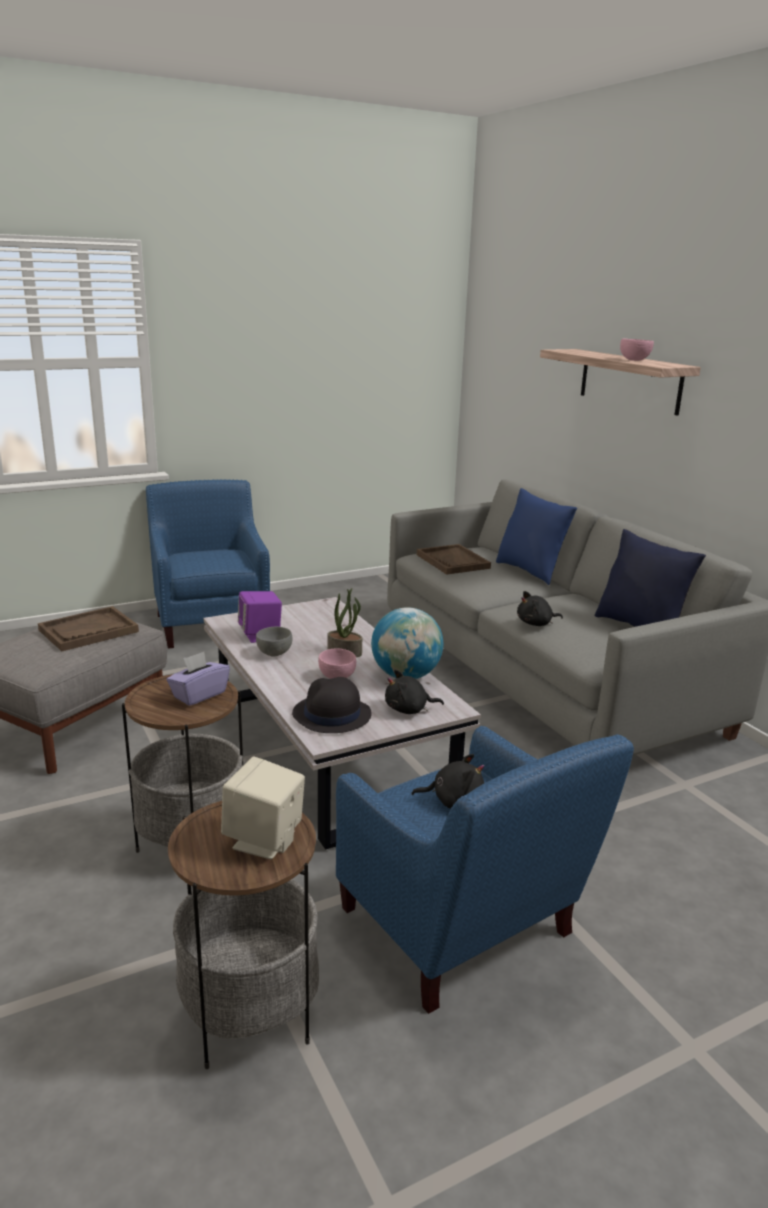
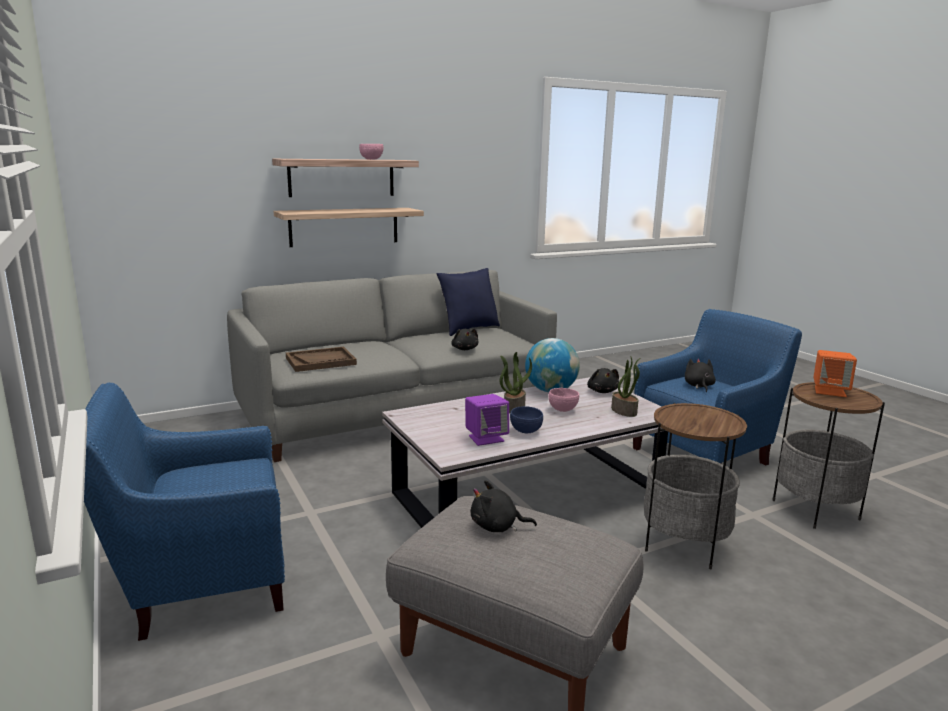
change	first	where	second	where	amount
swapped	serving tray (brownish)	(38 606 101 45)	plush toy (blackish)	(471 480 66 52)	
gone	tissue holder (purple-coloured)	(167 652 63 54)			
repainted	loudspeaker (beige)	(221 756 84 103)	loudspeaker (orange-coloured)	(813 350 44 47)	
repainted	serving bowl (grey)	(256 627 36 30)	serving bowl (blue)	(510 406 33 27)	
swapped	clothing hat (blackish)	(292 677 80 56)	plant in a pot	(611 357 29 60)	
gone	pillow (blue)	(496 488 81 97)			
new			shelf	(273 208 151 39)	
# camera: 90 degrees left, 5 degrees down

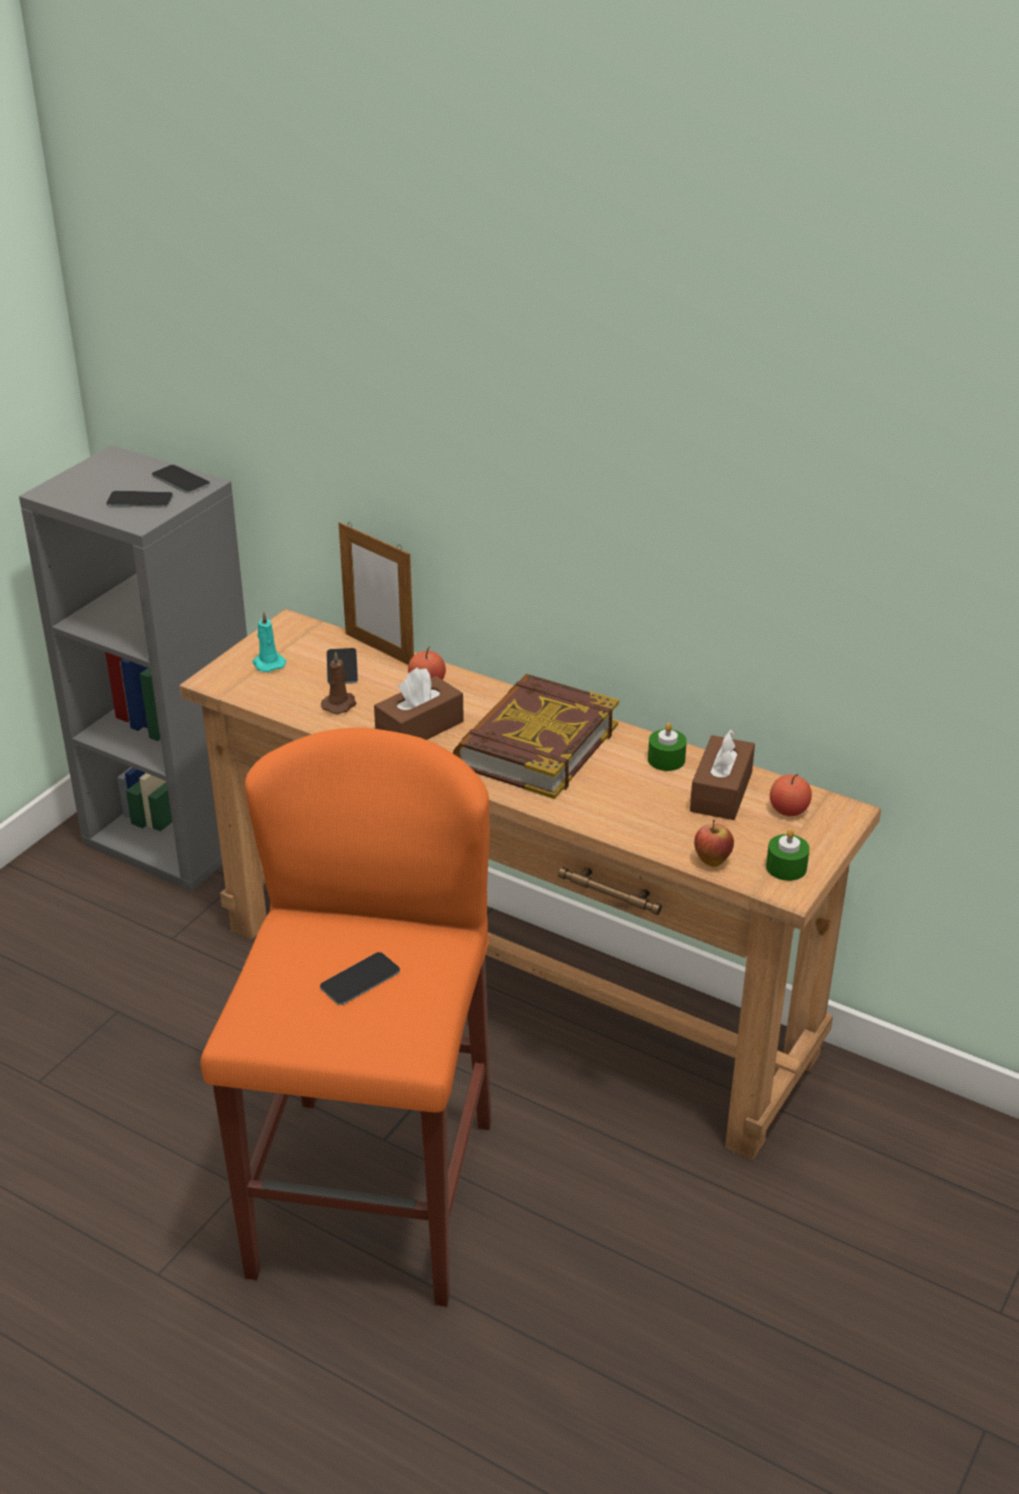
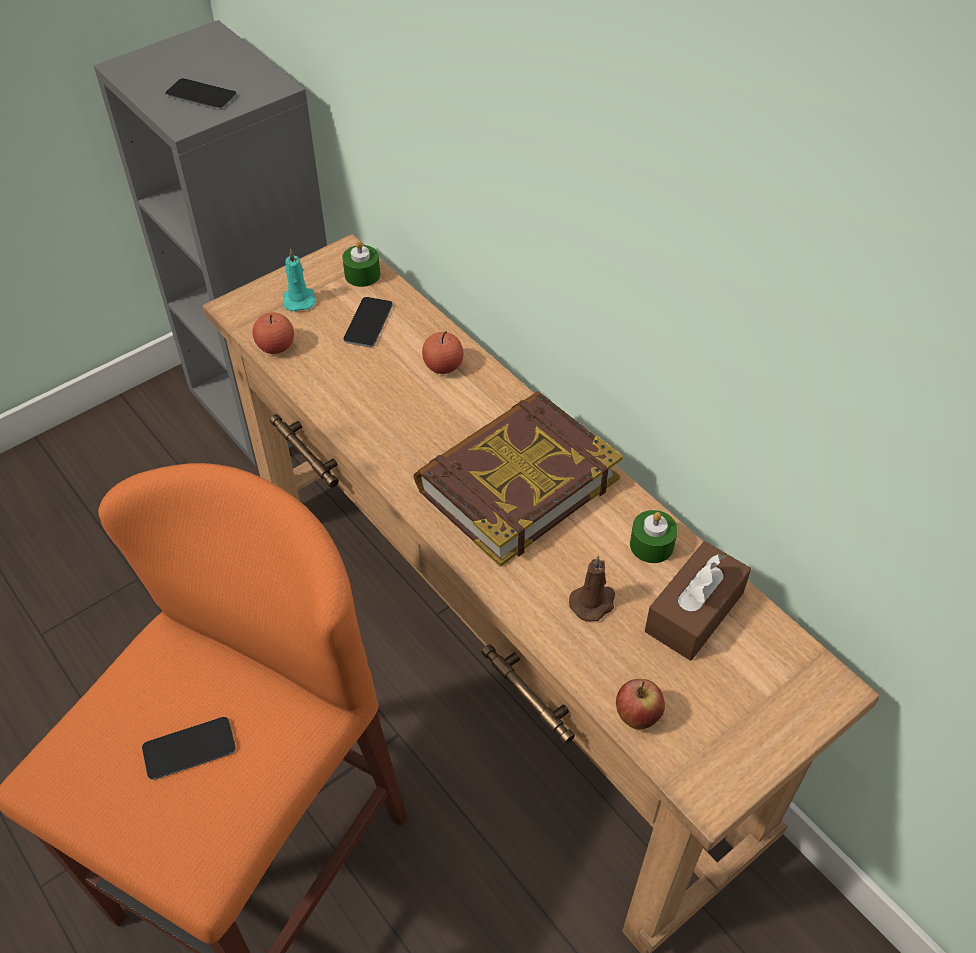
change	first	where	second	where	amount
gone	telephone	(152 465 58 29)			
shifted	candle (brownish)	(321 651 35 63)		(569 555 46 66)	
gone	standing frame	(339 522 75 143)			
gone	tissue holder (brownish)	(374 667 90 73)			
shifted	candle (greenish)	(766 829 44 52)		(342 240 38 47)	
shifted	whole apple	(770 774 42 42)		(252 312 42 42)	
# camera: 20 degrees right, 15 degrees up

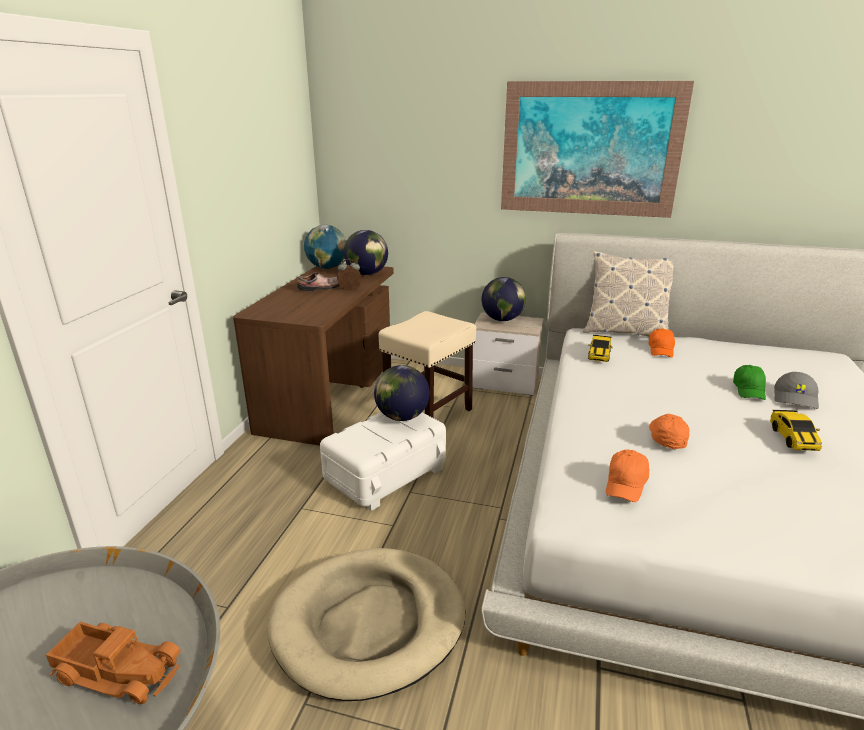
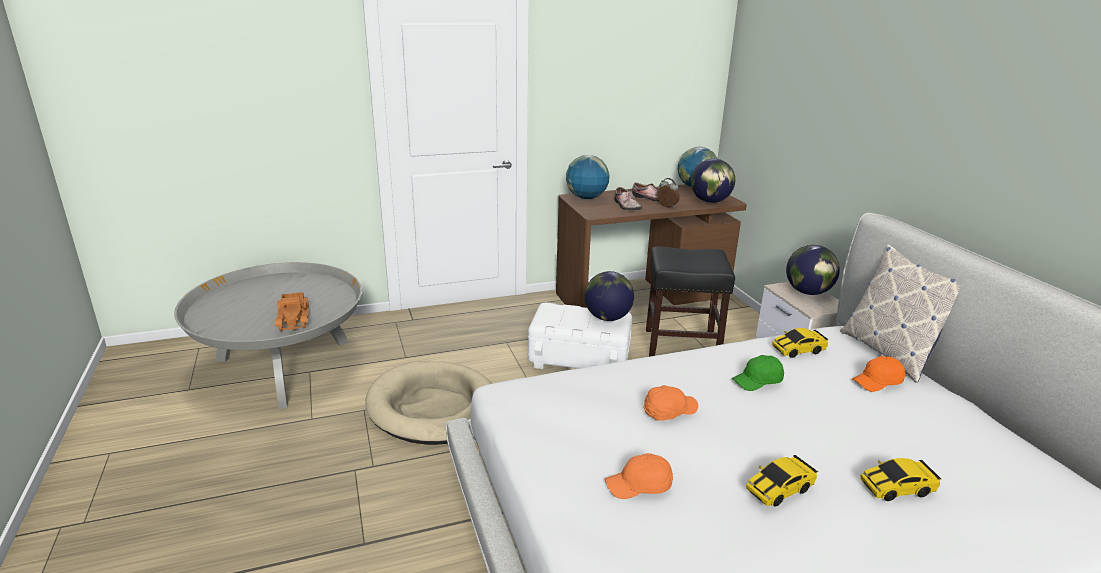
change	first	where	second	where	amount
repainted	stool seat (beige)	(378 311 98 107)	stool seat (blackish)	(646 246 89 111)	
gone	picture	(501 81 193 137)			
shifted	peaked cap (orange-coloured)	(606 450 43 52)		(605 453 68 46)	
shifted	peaked cap (greenish)	(733 365 33 35)		(732 355 52 36)	
swapped	peaked cap (grey)	(774 372 45 37)	miniature car	(861 458 80 43)	
new			desk globe	(566 155 44 44)	
new			low shoe	(614 187 28 23)	
# camera: 55 degrees right, 0 degrees up

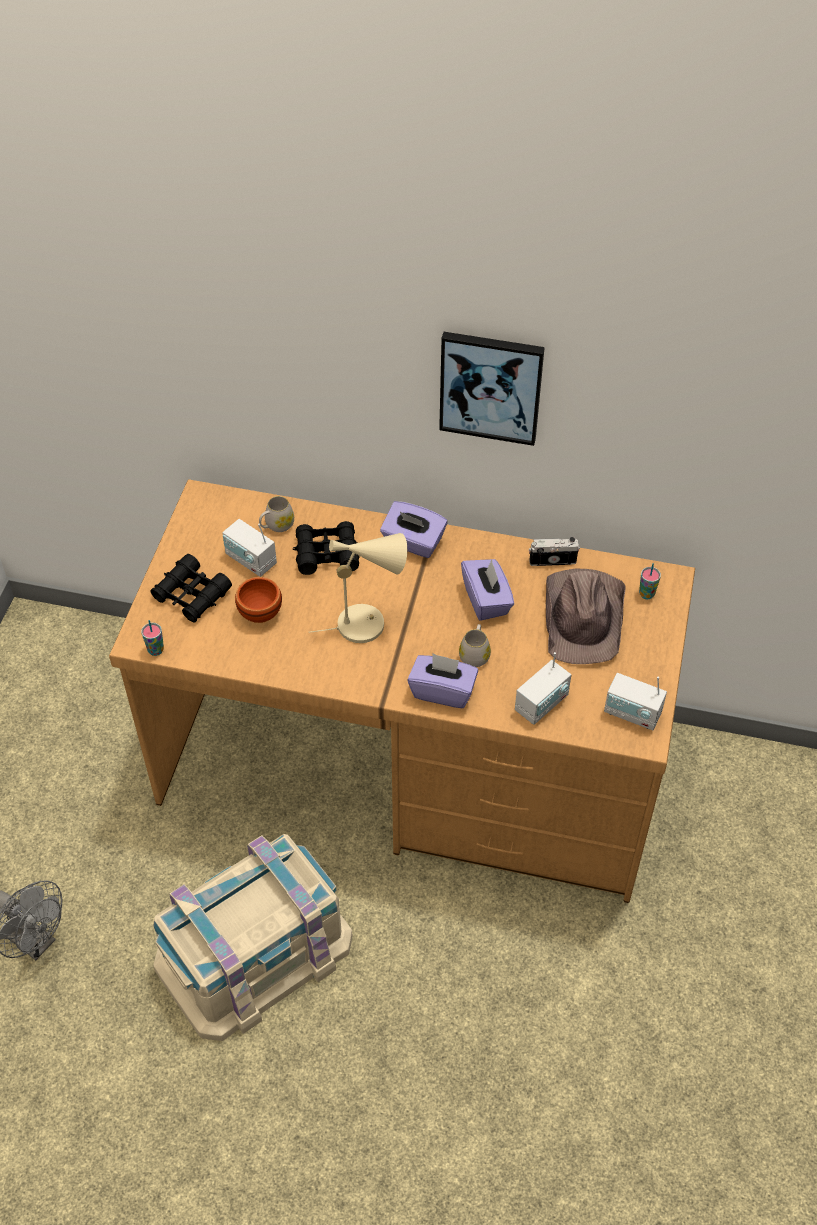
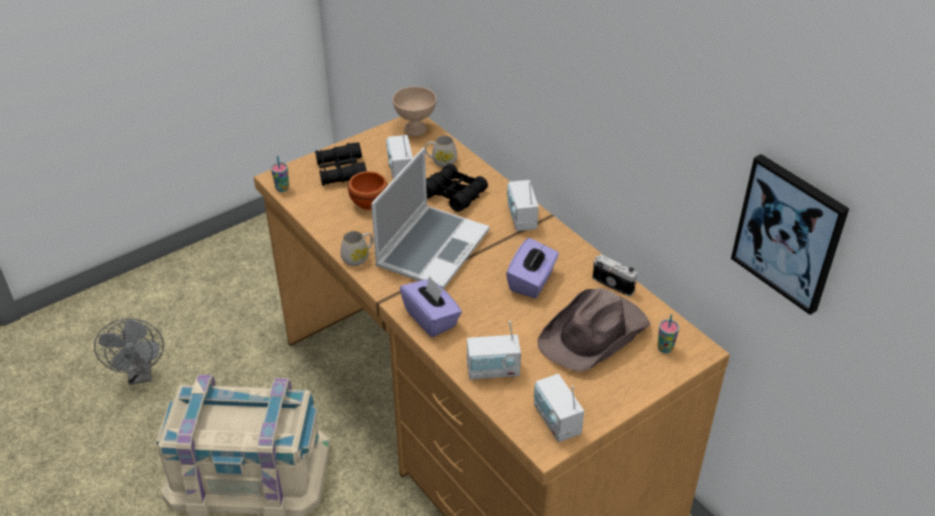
change	first	where	second	where	amount
swapped	tabletop lamp (beige)	(309 533 98 110)	notebook computer	(371 147 119 142)	
swapped	tissue holder (purple-coloured)	(380 501 67 57)	radio receiver	(507 180 32 51)	
shifted	picture	(439 332 106 114)		(731 154 118 161)	
shifted	tea mug (whitish)	(459 624 32 43)		(340 231 33 35)	
new			serving bowl (beige)	(393 87 43 49)	
# camera: 40 degrees right, 10 degrees down

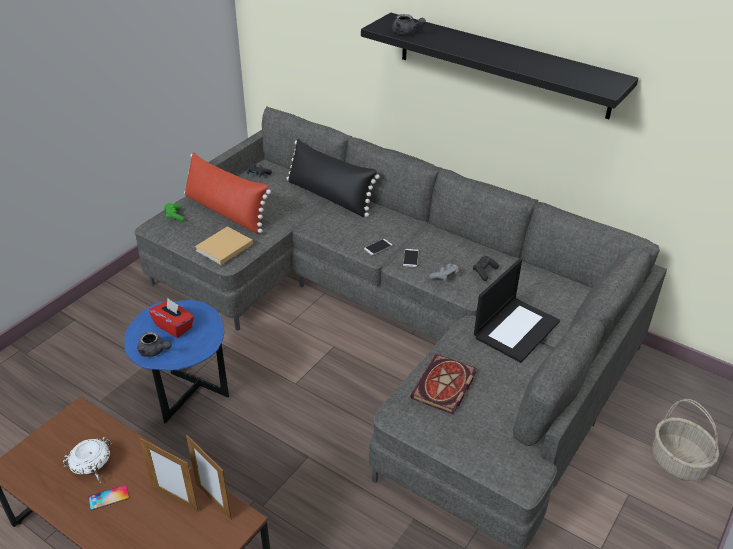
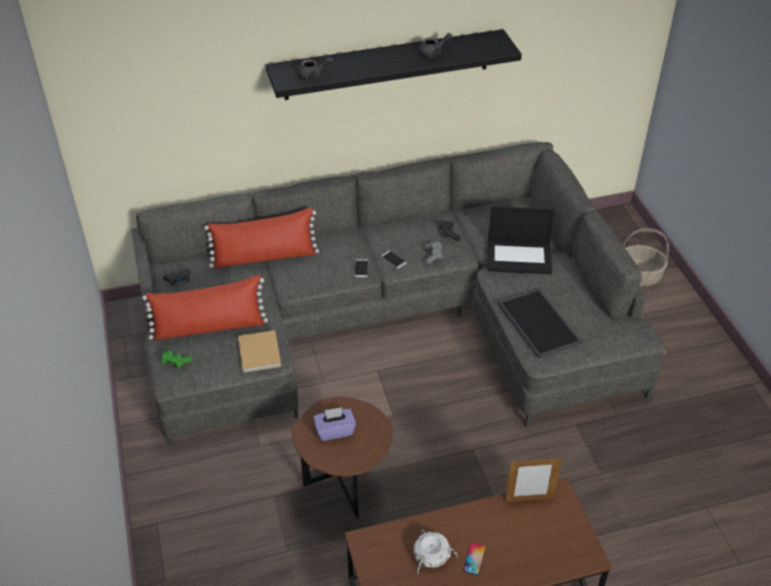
change	first	where	second	where	amount
repainted	accent table (blue)	(124 300 105 124)	accent table (brownish)	(292 397 101 121)	
shifted	pot for tea (grey)	(137 332 35 25)		(419 33 33 25)	
gone	standing frame	(139 438 59 74)			
repainted	tissue holder (red)	(149 298 45 40)	tissue holder (purple-coloured)	(313 407 43 34)	
repainted	pillow (blackish)	(286 139 94 79)	pillow (red)	(204 208 115 61)	
swapped	volume	(410 354 66 60)	serving tray	(498 288 84 70)	
rotated	notebook computer	(474 259 86 104)		(487 206 68 68)	105 degrees clockwise
# camera: 50 degrees left, 5 degrees up

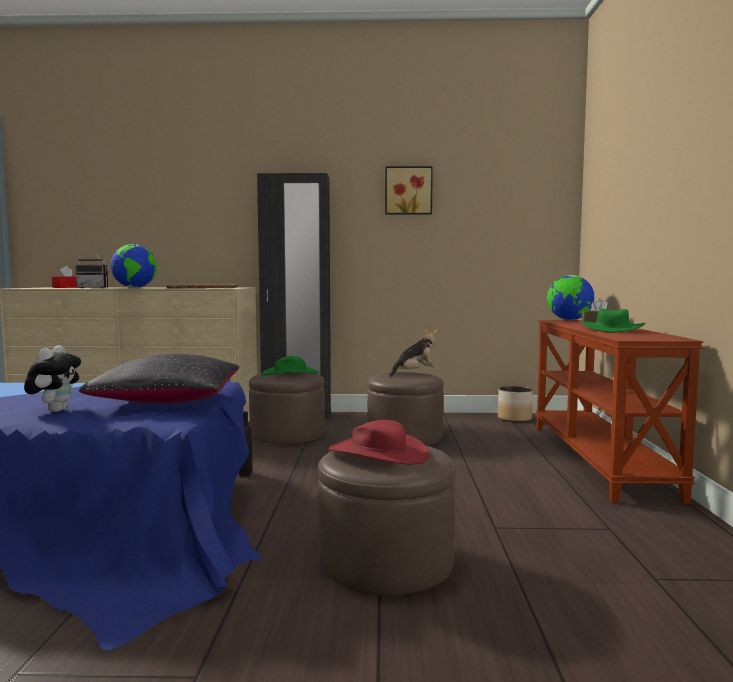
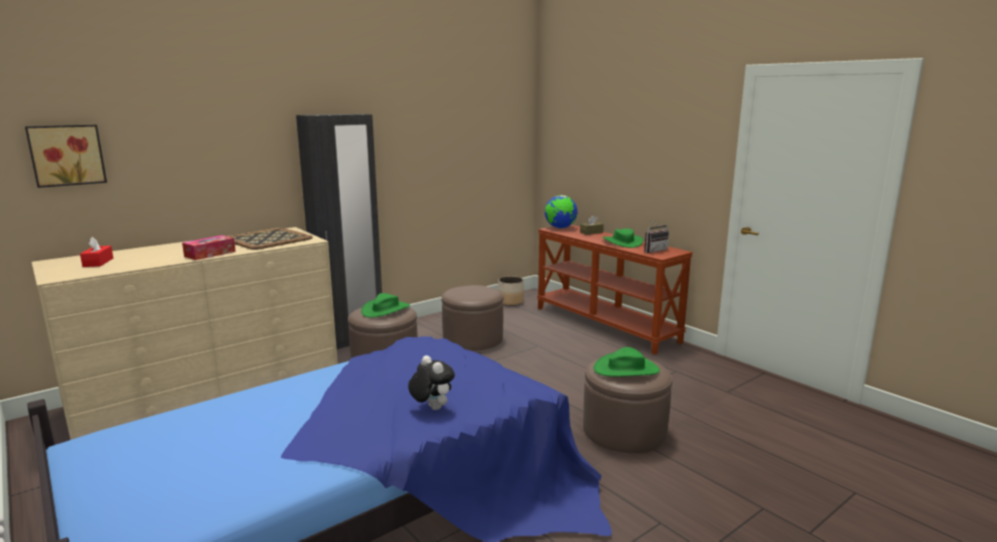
change	first	where	second	where	amount
shifted	radio receiver	(75 253 33 35)		(644 218 25 35)	
gone	pillow (blackish)	(79 354 160 50)			
swapped	desk globe	(111 244 46 44)	tissue holder	(182 235 54 25)	
repainted	clothing hat (red)	(329 420 101 44)	clothing hat (greenish)	(594 347 66 30)	
shifted	picture	(385 166 48 49)		(25 125 82 63)	
gone	plush toy	(389 328 48 49)			
# camera: 40 degrees left, 10 degrees up

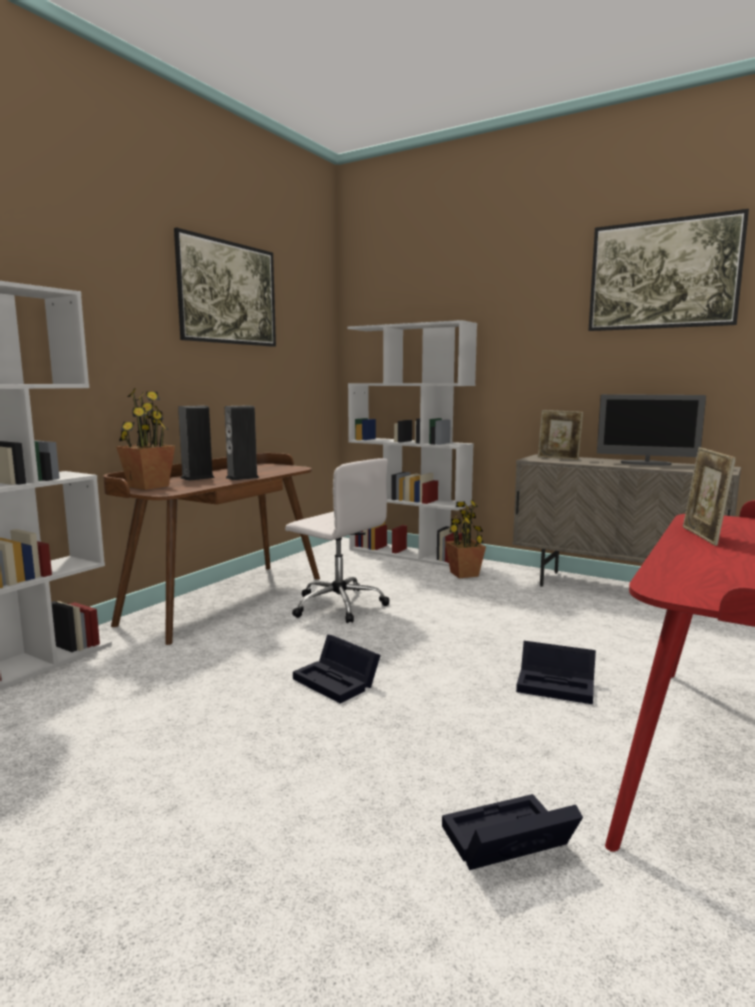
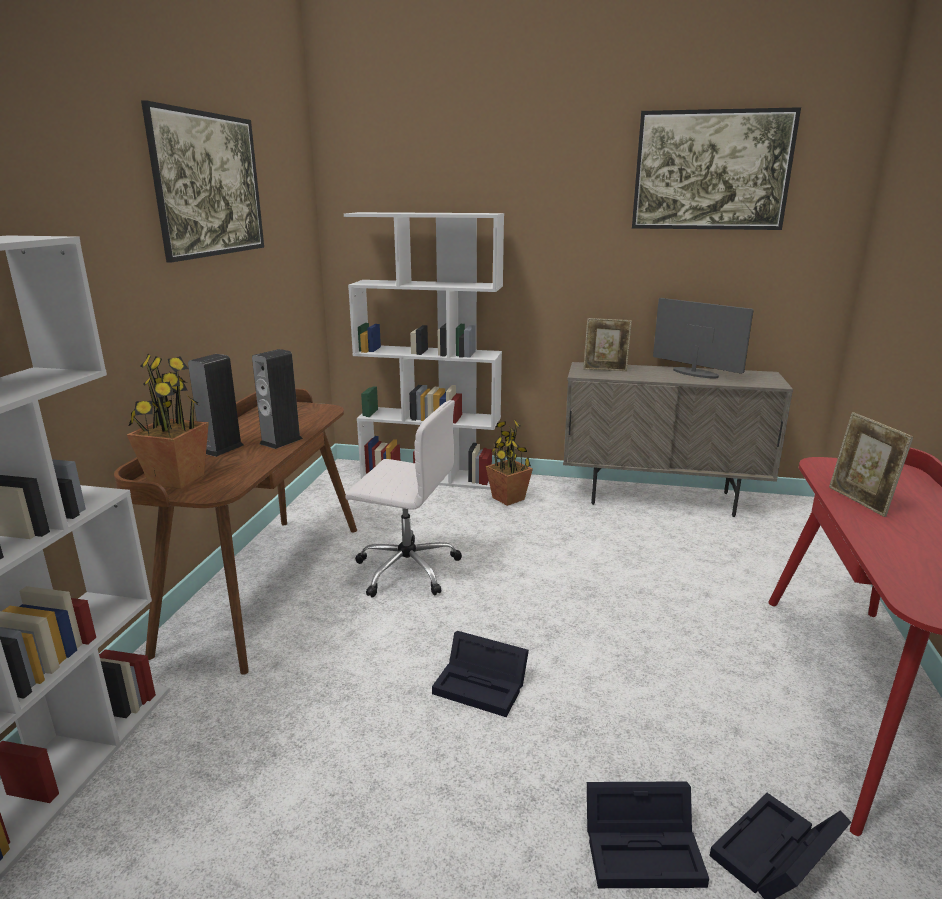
change	first	where	second	where	amount
shifted	storage container (blackish)	(516 641 80 63)		(587 781 122 107)	
rotated	monitor	(597 394 109 71)		(653 298 101 80)	135 degrees counterclockwise
# camera: 20 degrees left, 10 degrees up

